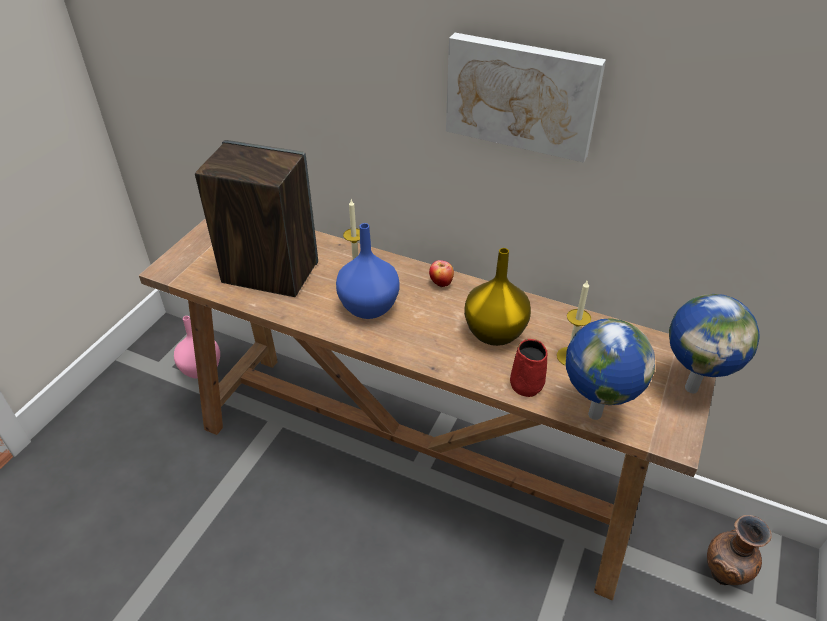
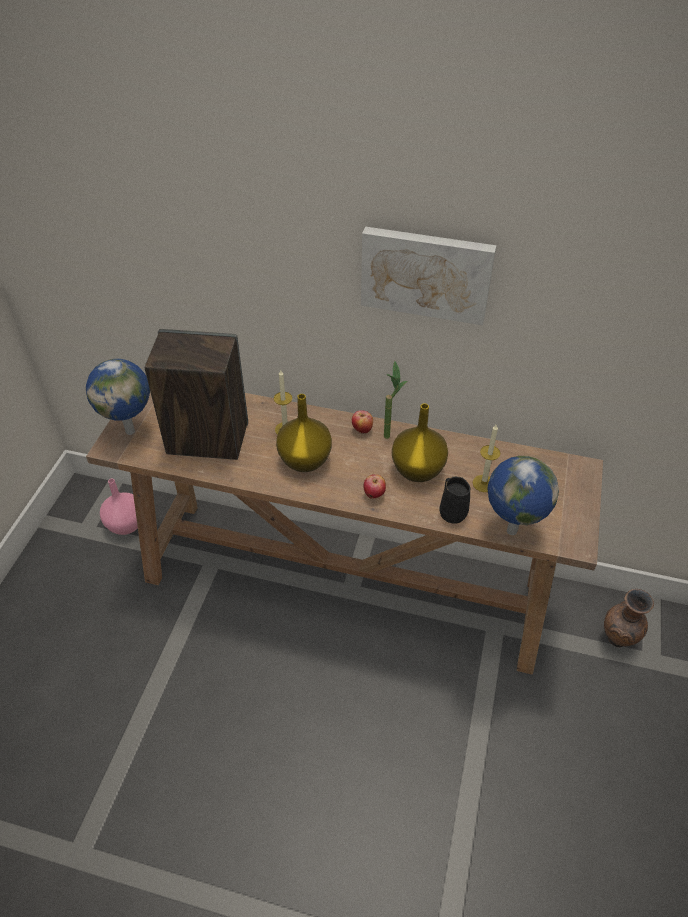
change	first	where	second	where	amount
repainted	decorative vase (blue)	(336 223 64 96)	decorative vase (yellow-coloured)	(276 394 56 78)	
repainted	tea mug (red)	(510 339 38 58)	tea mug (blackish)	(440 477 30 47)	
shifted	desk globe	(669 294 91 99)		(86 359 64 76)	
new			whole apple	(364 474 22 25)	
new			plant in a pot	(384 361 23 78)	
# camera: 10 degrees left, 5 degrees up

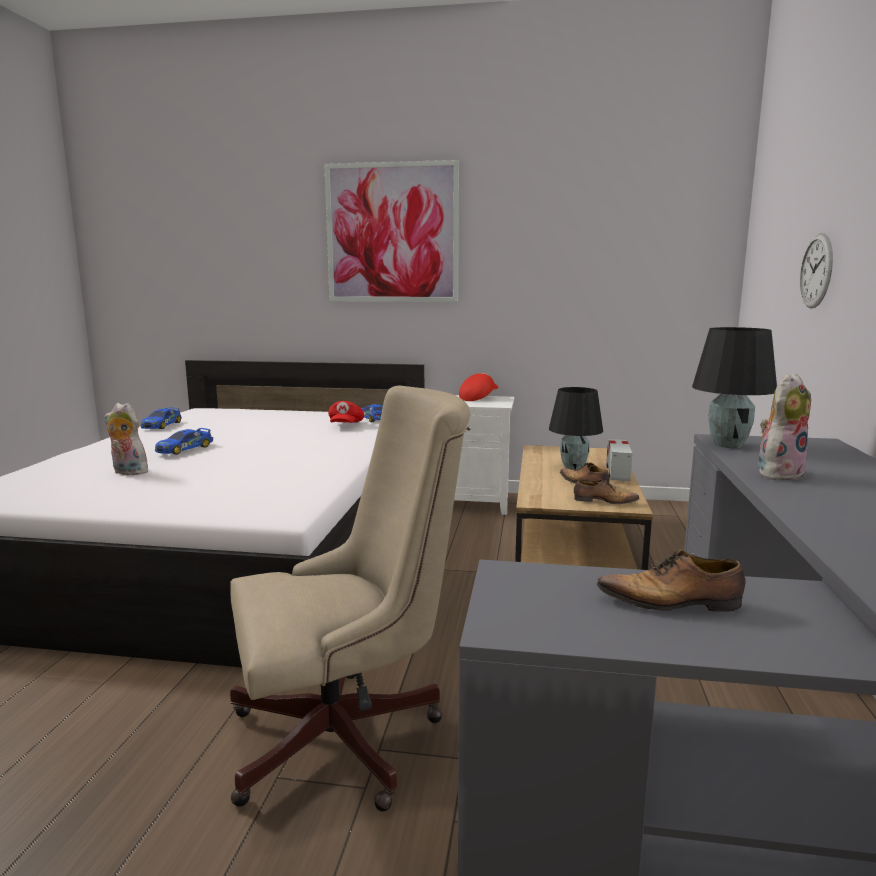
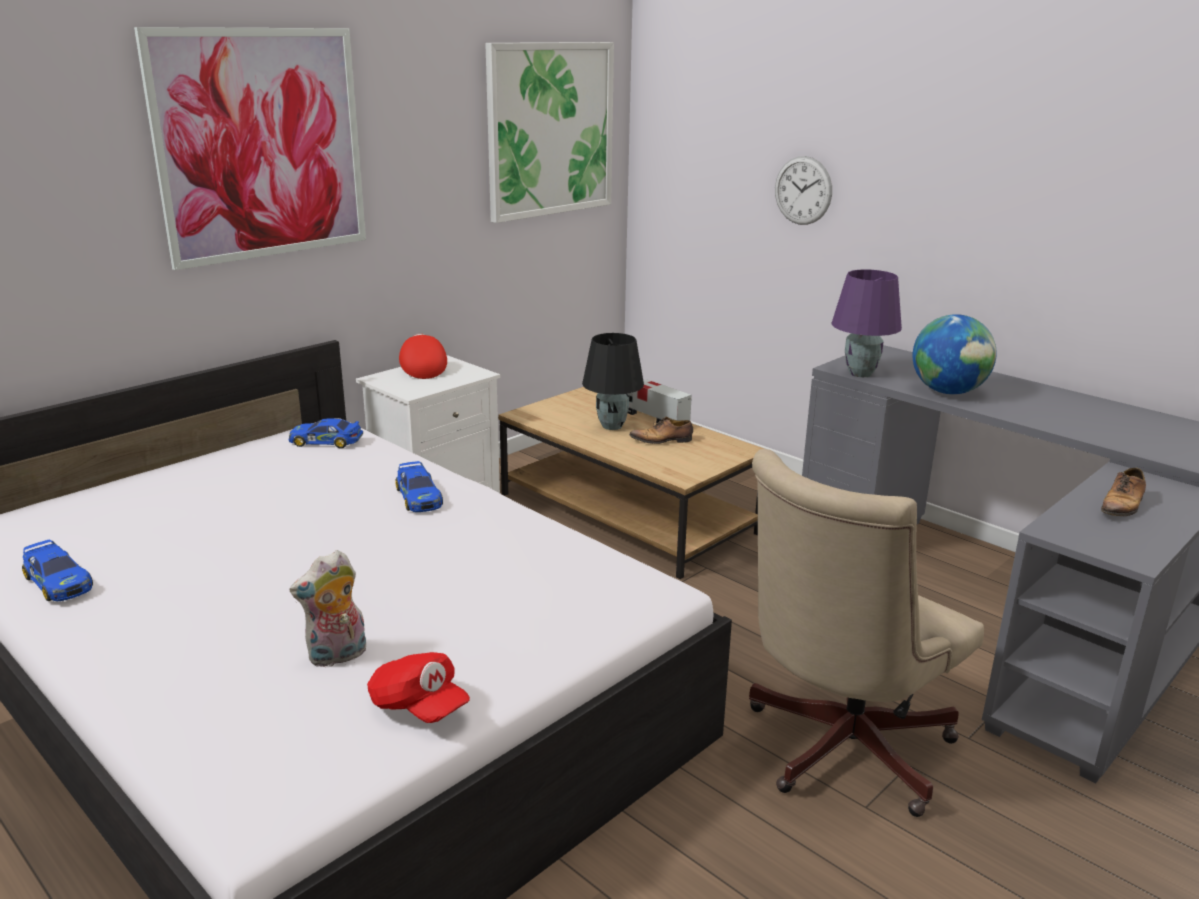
change	first	where	second	where	amount
shifted	miniature car	(155 428 58 27)		(395 461 48 51)	
rotated	desk chair (beige)	(230 386 240 426)		(749 449 235 368)	150 degrees counterclockwise
shifted	peaked cap (red)	(328 401 36 22)		(367 652 103 71)	
gone	low shoe	(574 479 65 25)			
repainted	tabletop lamp (blackish)	(692 327 85 121)	tabletop lamp (purple-coloured)	(831 269 71 108)	
swapped	plush toy	(758 373 53 107)	desk globe	(913 314 84 80)	
new			picture	(485 42 129 181)	
# camera: 55 degrees left, 10 degrees up

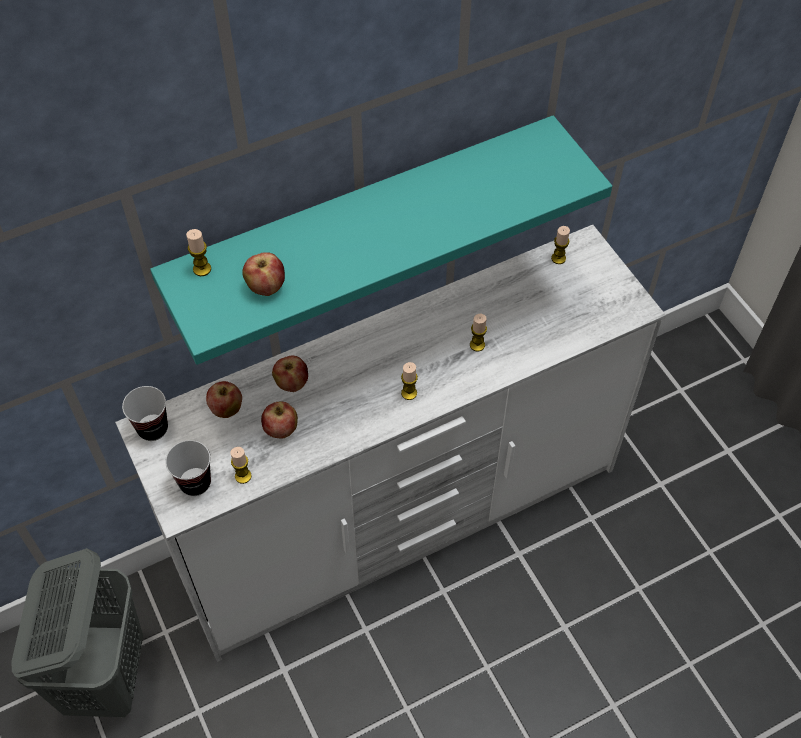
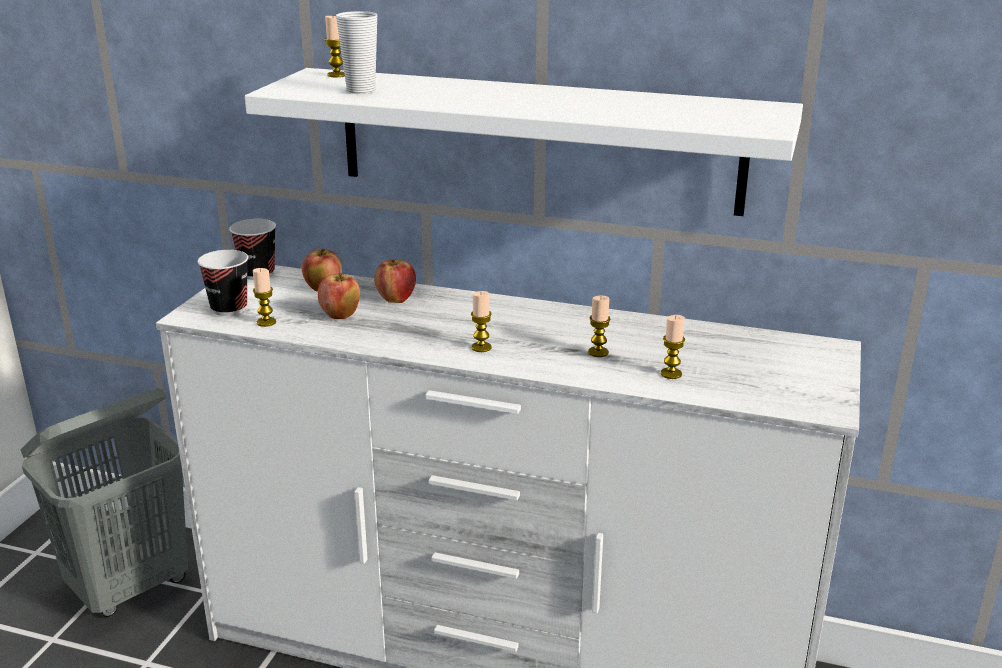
change	first	where	second	where	amount
repainted	shelf (turquoise-coloured)	(150 115 462 250)	shelf (whitish)	(245 68 558 148)	
swapped	whole apple	(242 252 43 44)	drinking cup	(336 11 41 83)	
shifted	candle	(551 226 19 38)		(661 315 24 64)	
# camera: 45 degrees right, 30 degrees down

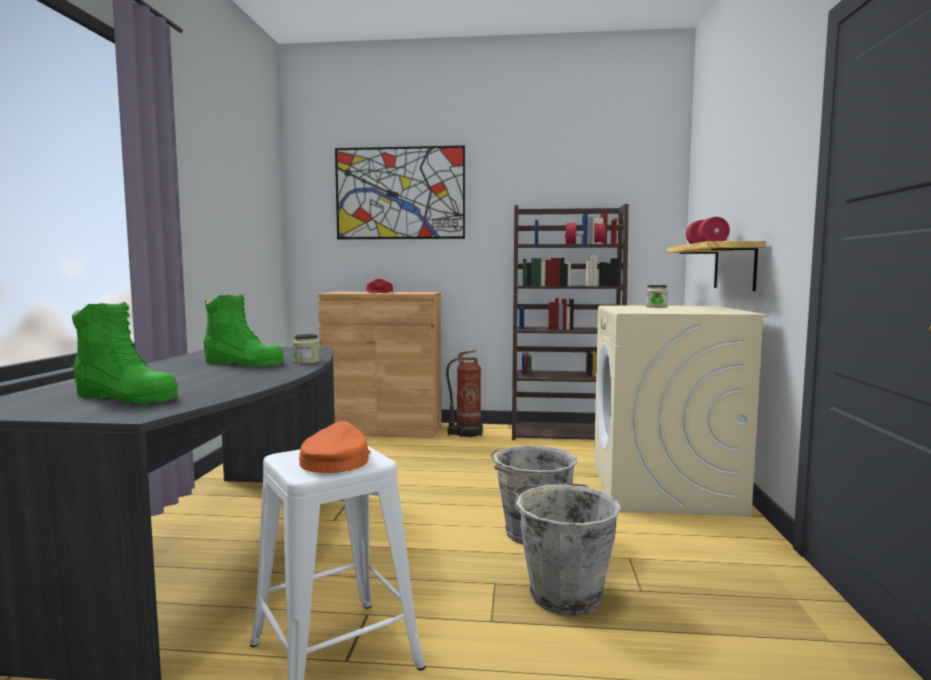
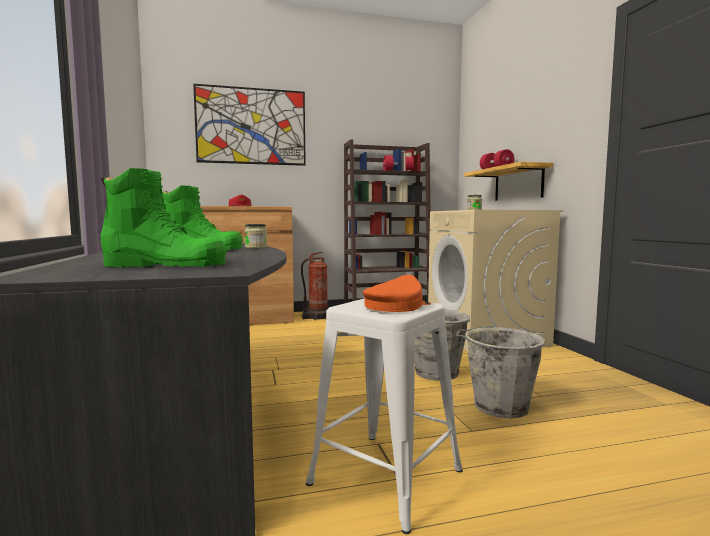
change	first	where	second	where	amount
rotated	peaked cap (orange-coloured)	(299 421 72 52)		(363 275 68 37)	60 degrees clockwise
# camera: 20 degrees left, 0 degrees up

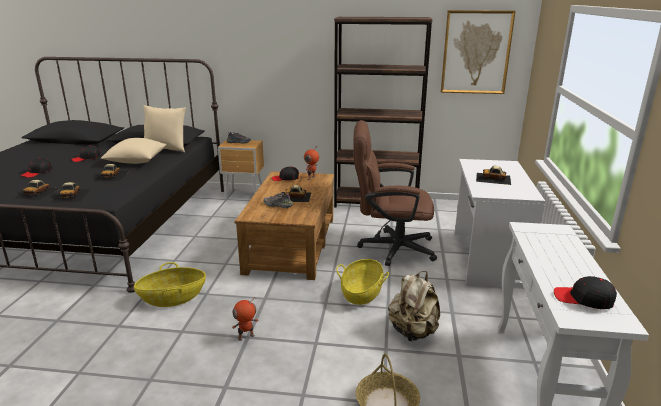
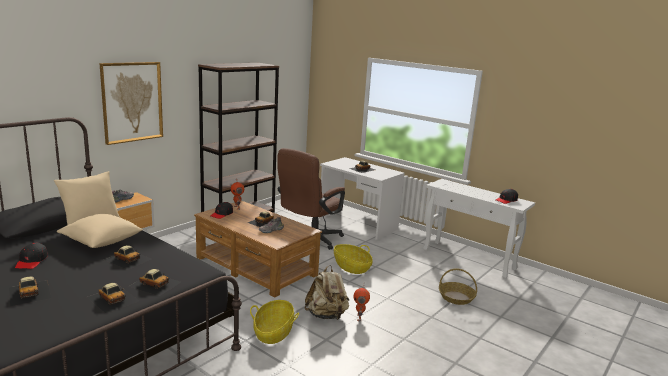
change	first	where	second	where	amount
swapped	peaked cap (blackish)	(20 158 32 20)	miniature car	(9 276 42 30)	
shifted	rucksack (beige)	(388 271 52 70)		(304 265 45 55)	
shifted	picture	(441 10 75 84)		(99 62 64 83)	
# camera: 60 degrees left, 5 degrees down

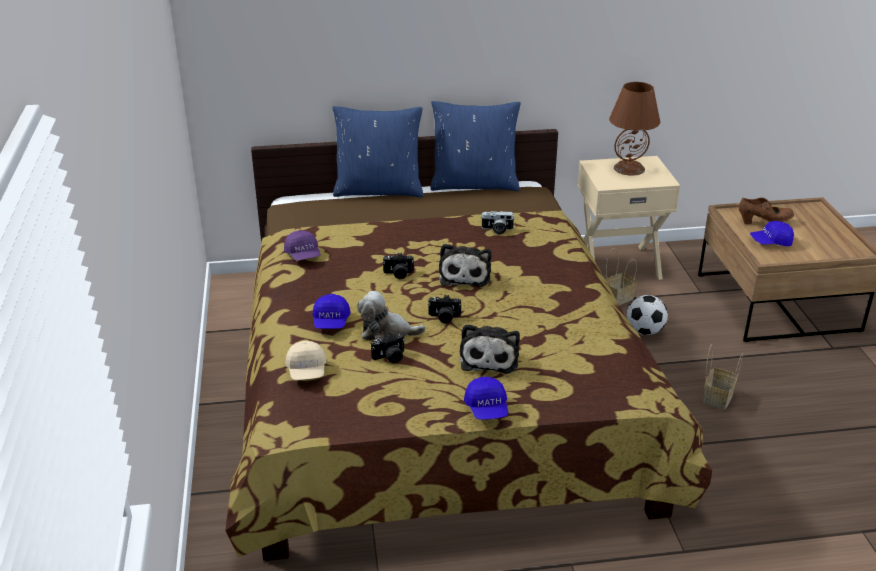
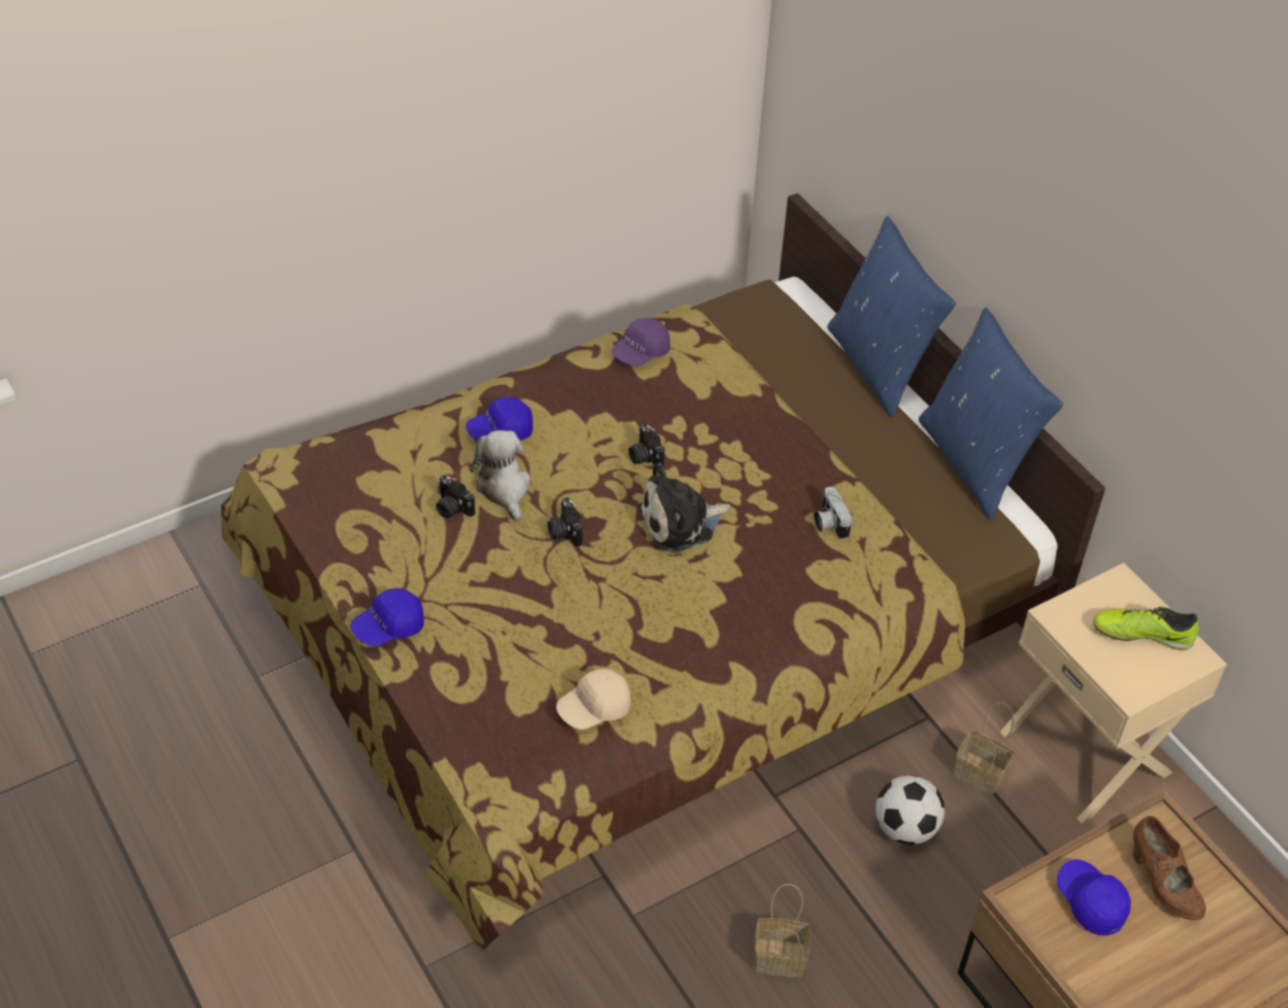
change	first	where	second	where	amount
shifted	peaked cap (beige)	(286 341 40 39)		(556 669 75 61)	
gone	plush toy	(460 324 60 50)			
swapped	tabletop lamp (brownish)	(609 82 52 94)	low shoe	(1093 607 106 43)	
# camera: 65 degrees right, 15 degrees up

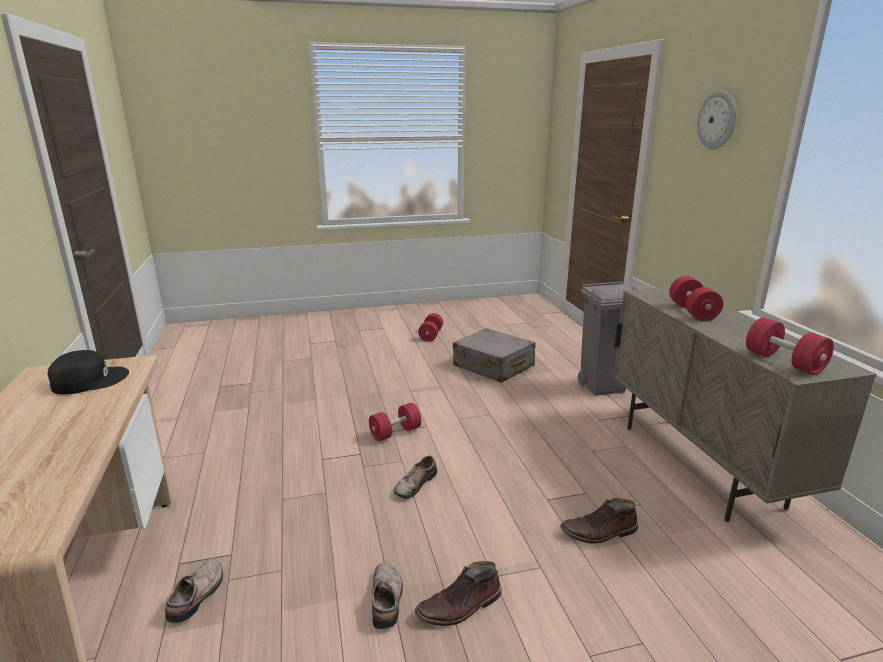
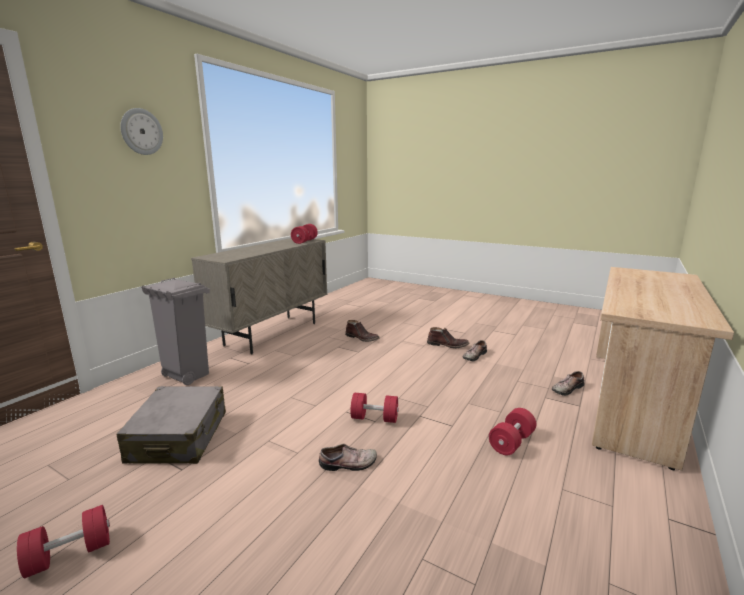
change	first	where	second	where	amount
gone	peaked cap (blackish)	(48 350 81 45)			
shifted	low shoe	(394 456 43 43)		(319 444 58 27)	
shifted	hand weight (red)	(669 276 54 45)		(489 408 47 47)	
# camera: 135 degrees left, 5 degrees down

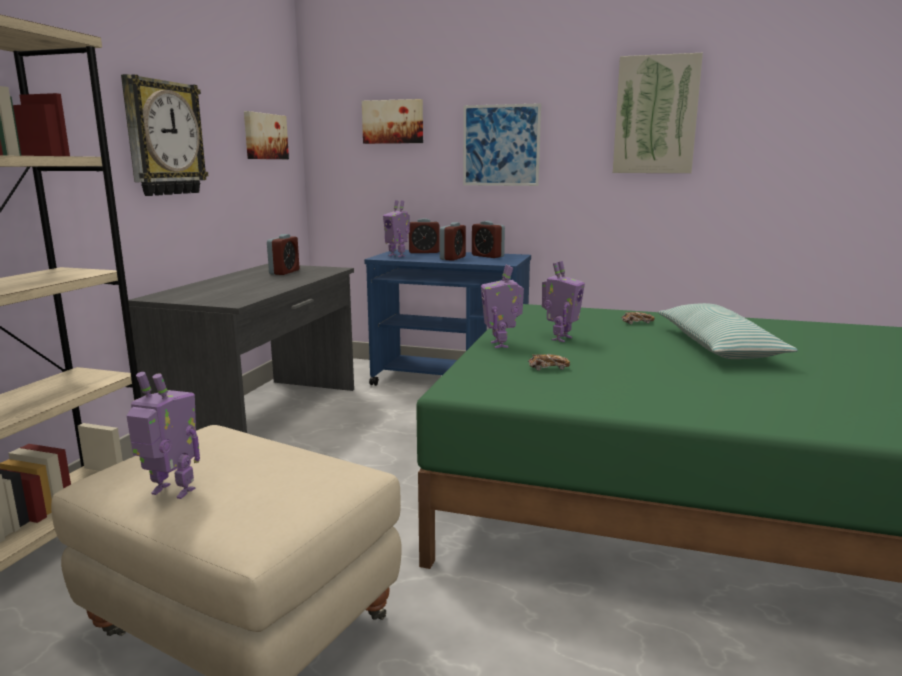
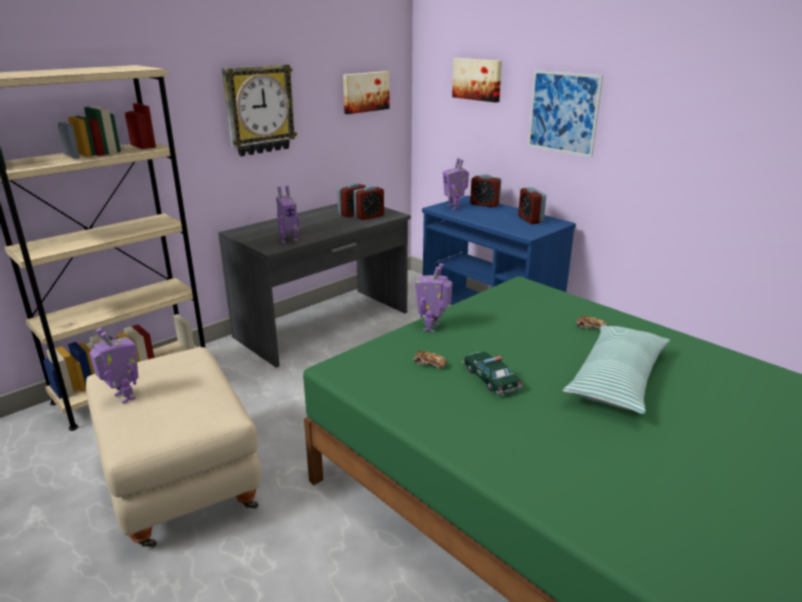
change	first	where	second	where	amount
shifted	table clock	(440 222 26 39)		(354 186 30 34)	
shifted	robot figure	(542 261 43 81)		(276 186 24 57)	
gone	picture	(613 53 90 120)			
new			miniature car	(462 352 60 44)	
# camera: 30 degrees right, 10 degrees up

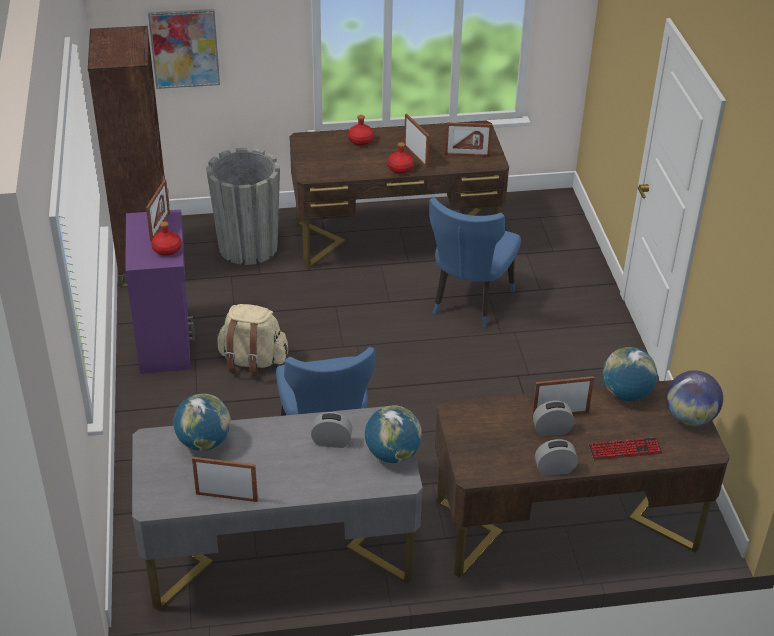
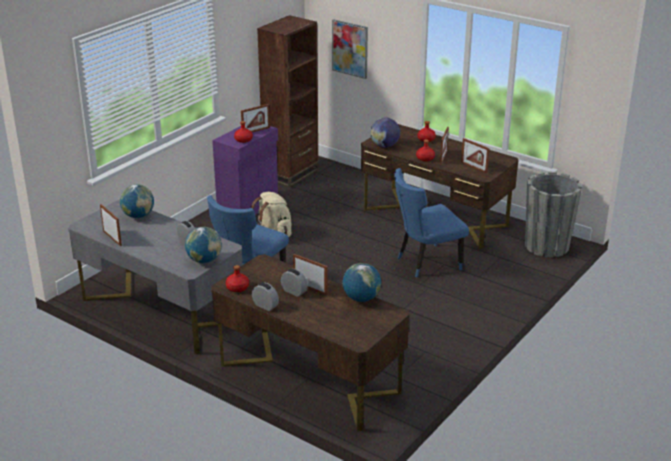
change	first	where	second	where	amount
shifted	flower pot (grey)	(206 148 74 117)		(525 171 57 86)	
gone	PC keyboard	(589 437 73 23)			
shifted	desk globe	(666 370 57 56)		(370 117 30 31)	
new			beverage bottle (red)	(226 265 23 27)	
# camera: 45 degrees right, 10 degrees down

